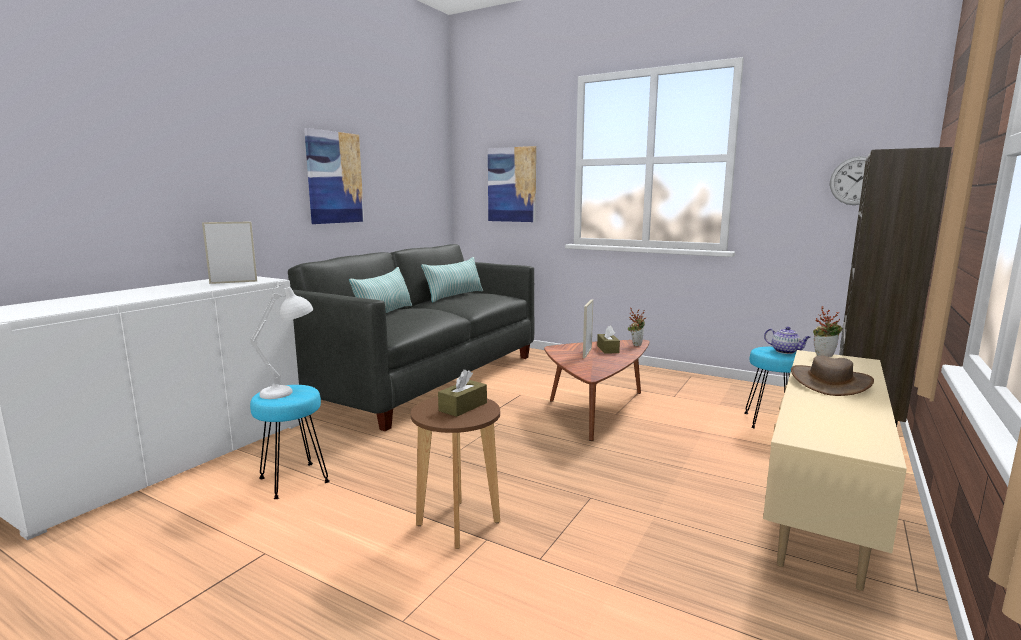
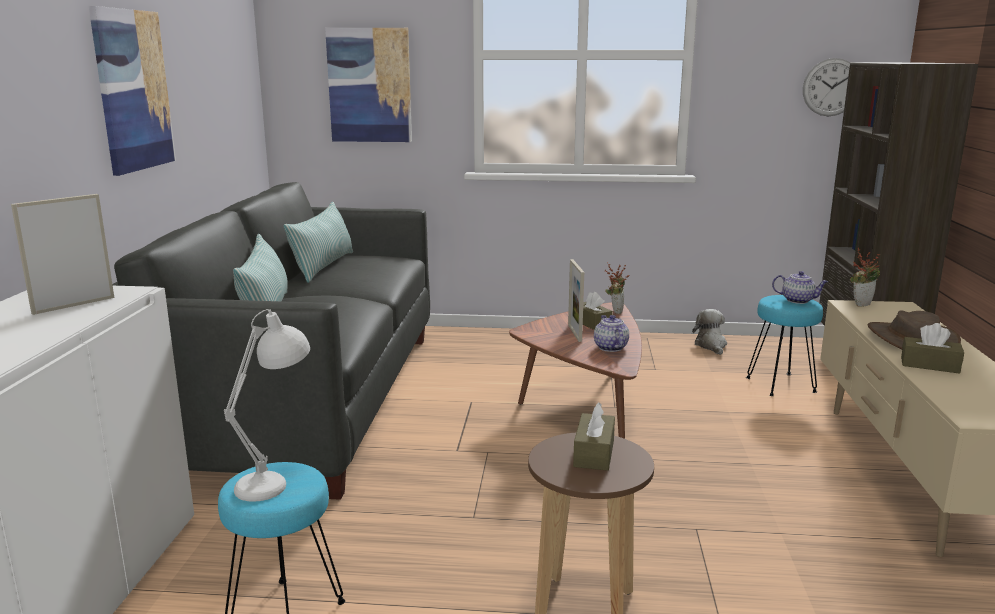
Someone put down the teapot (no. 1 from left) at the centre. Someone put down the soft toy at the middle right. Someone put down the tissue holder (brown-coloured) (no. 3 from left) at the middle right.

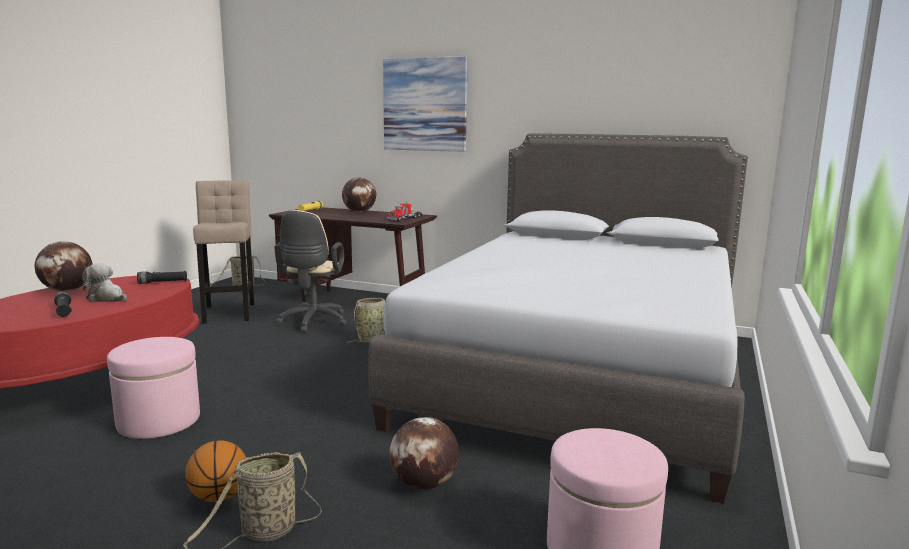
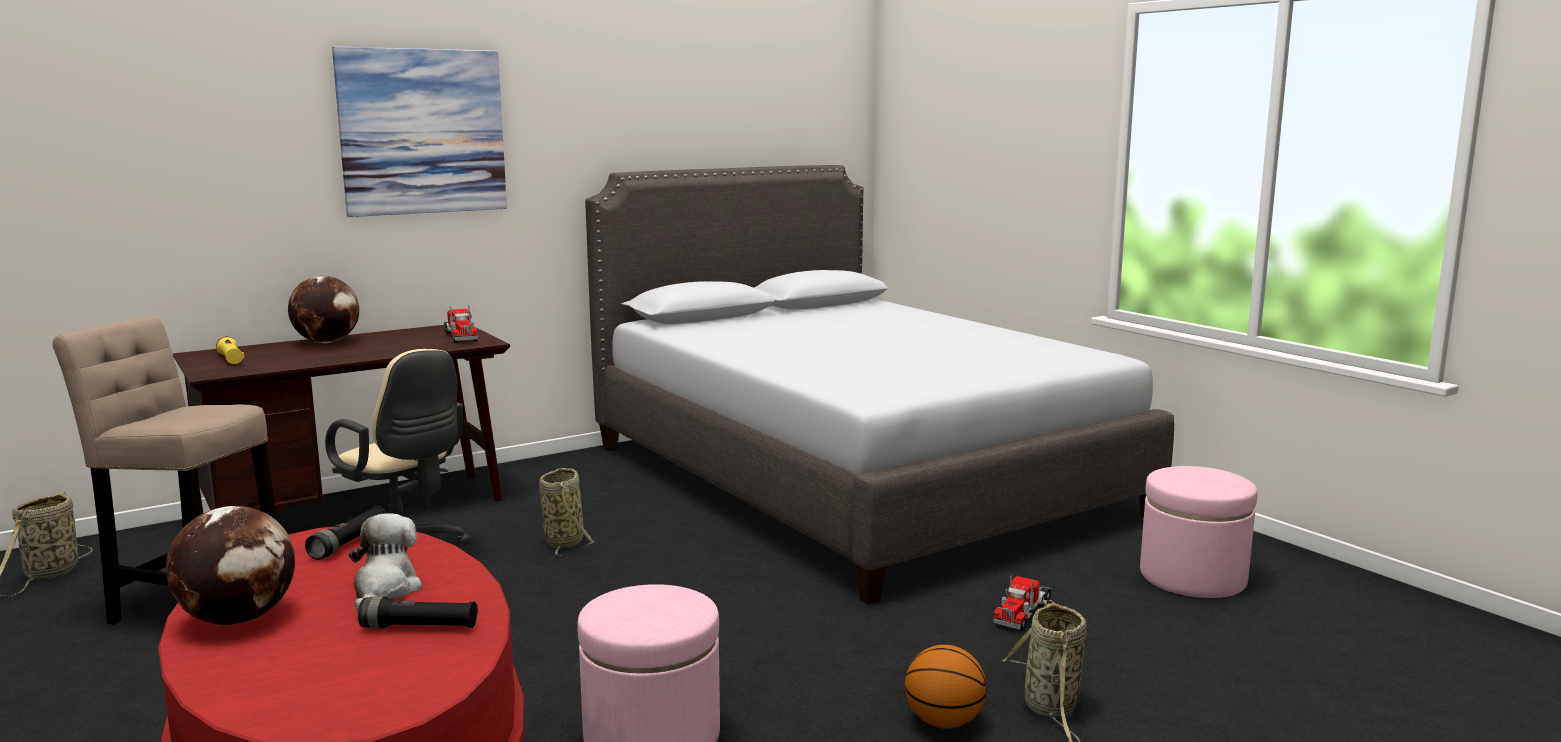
Someone rotated the soft toy at the middle left by 120 degrees clockwise. Someone swapped the desk globe (no. 3 from left) at the bottom centre for the toy truck (no. 2 from left) at the bottom centre.

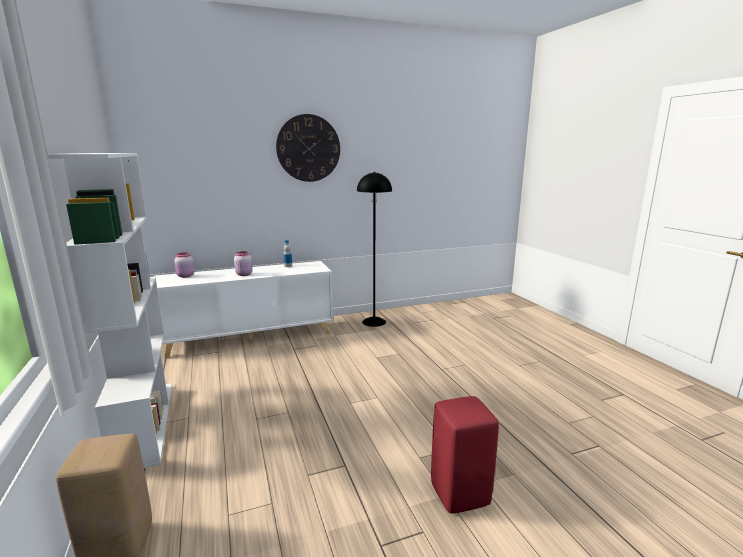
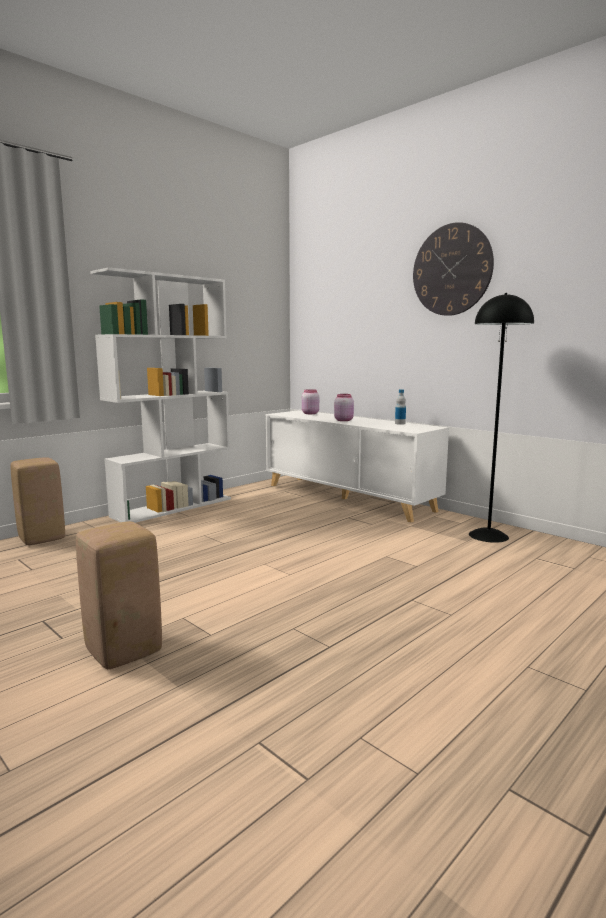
Someone repainted the sitting stool (red) at the bottom centre, which became the sitting stool (beige-coloured) (no. 2 from left) at the middle left.

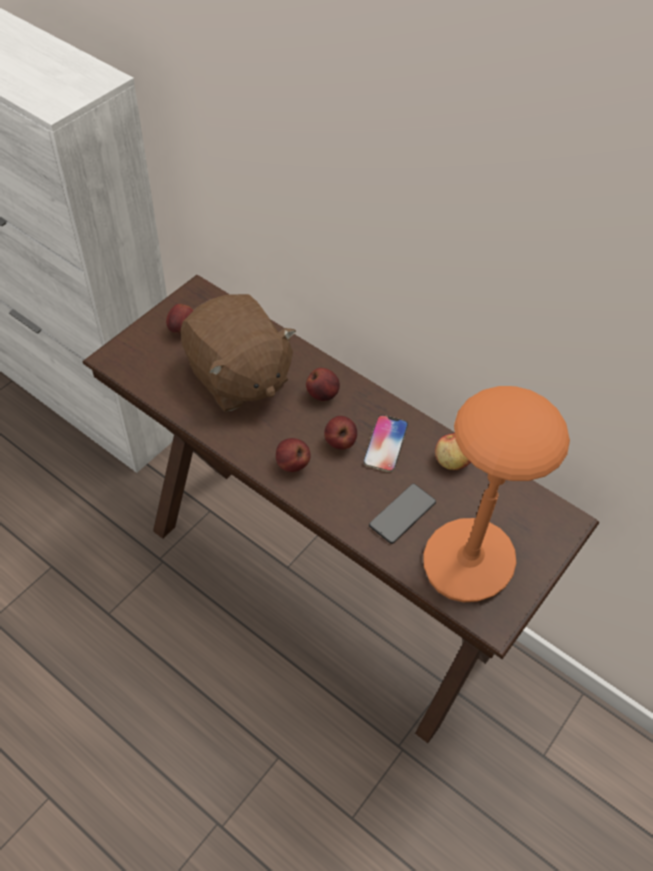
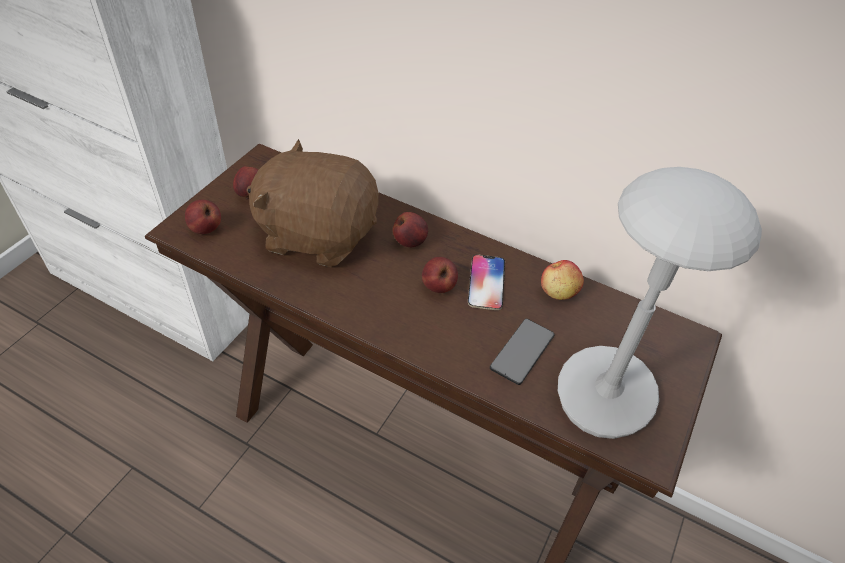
Someone carried the apple fruit (no. 2 from left in the first image) from the centre to the middle left. Someone rotated the soft toy (brown-coloured) at the centre by 150 degrees clockwise. Someone repainted the table lamp (orange) at the middle right, which became the table lamp (grey) at the middle right.

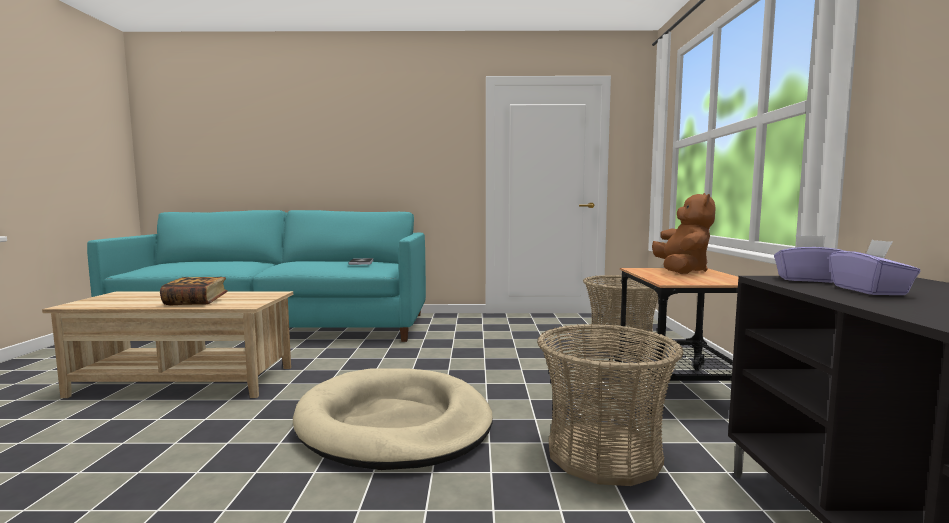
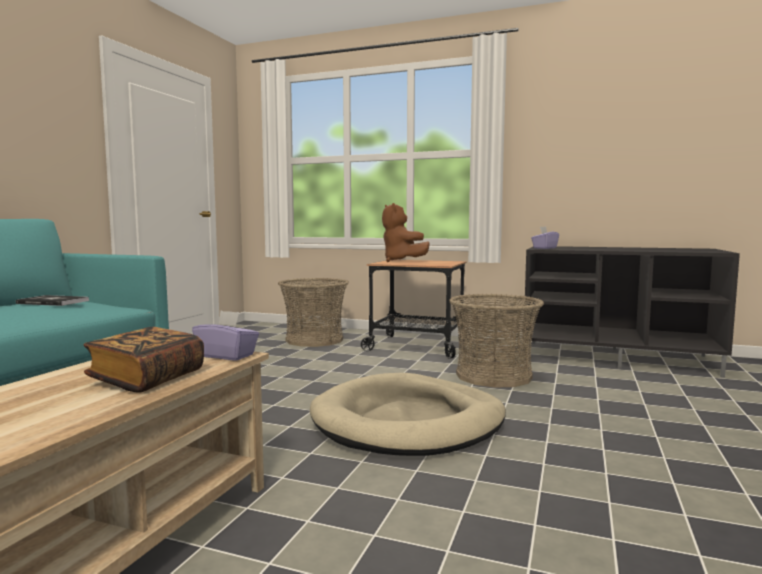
Someone carried the tissue holder (purple-coloured) (no. 2 from left in the first image) from the middle right to the middle left. Someone rotated the soft toy (brown-coloured) at the middle right by 150 degrees counterclockwise.

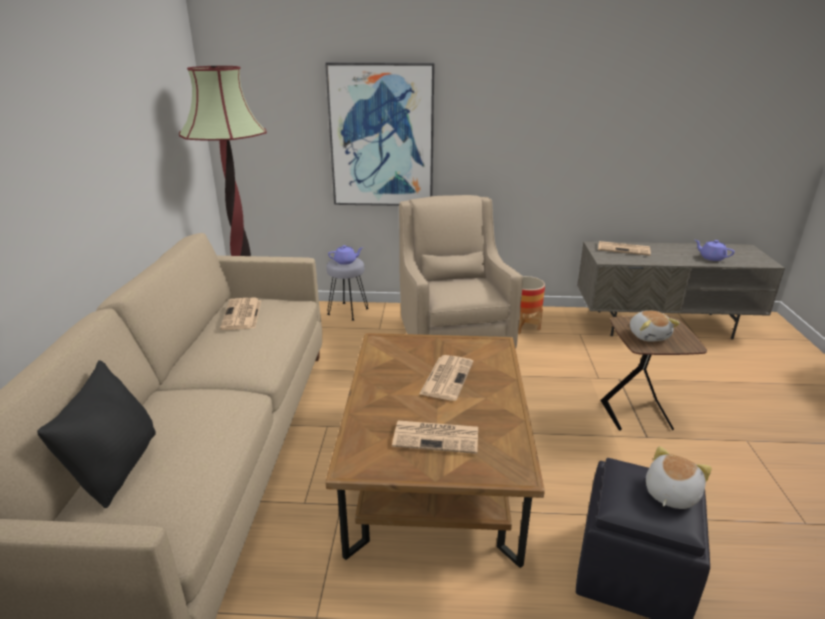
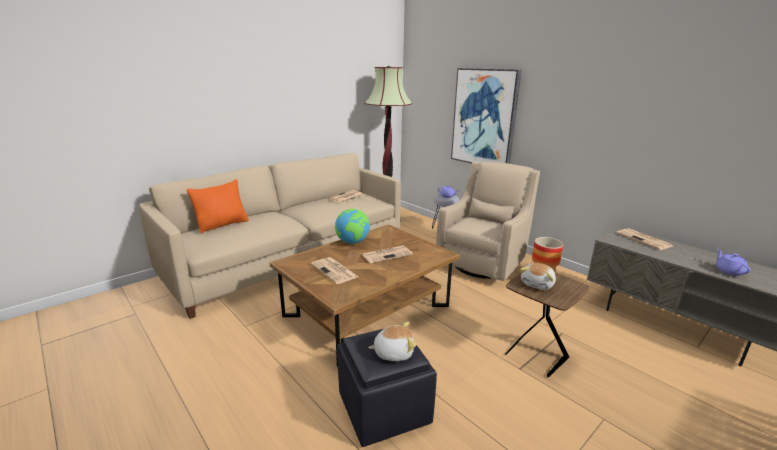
Someone repainted the throw pillow (black) at the bottom left, which became the throw pillow (orange) at the middle left. Someone put down the desk globe at the centre.

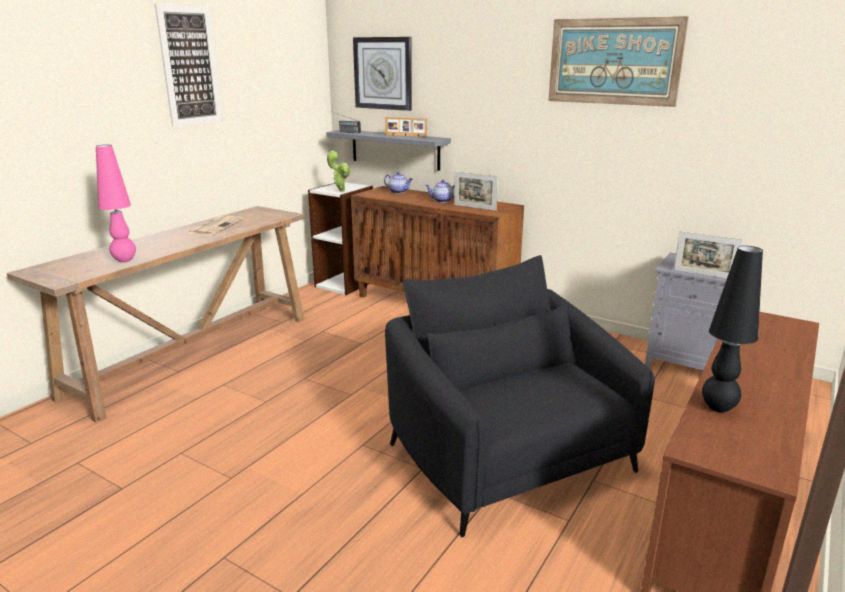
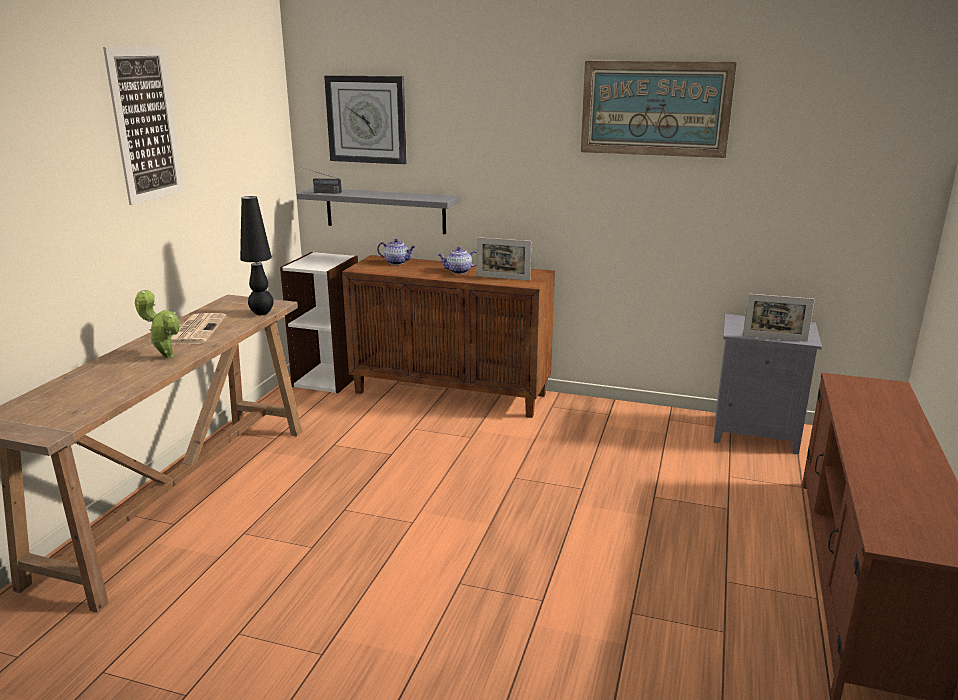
Someone carried the houseplant from the top centre to the middle left. Someone carried the table lamp (black) from the middle right to the middle left. Someone took away the table lamp (pink) at the middle left. Someone took away the picture frame (no. 1 from left) at the top centre. Someone took away the armchair (black) at the bottom centre.

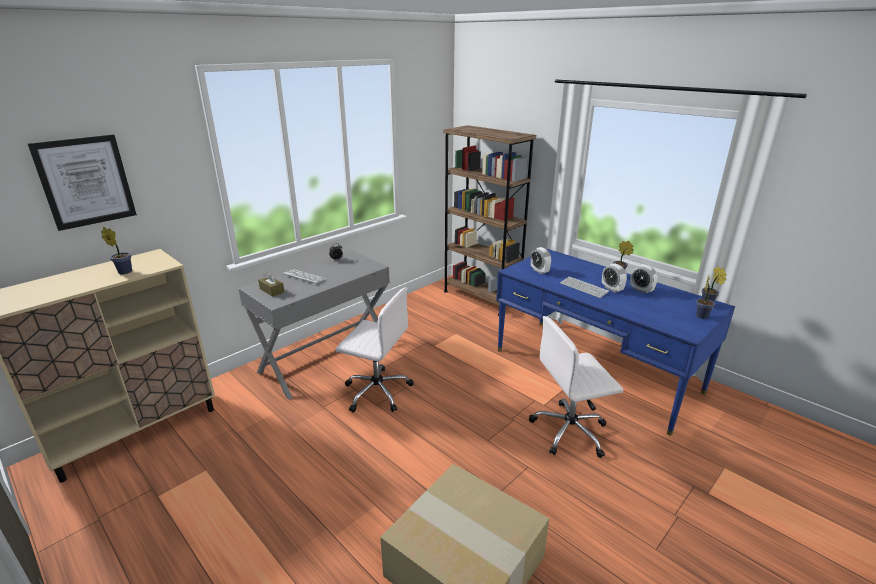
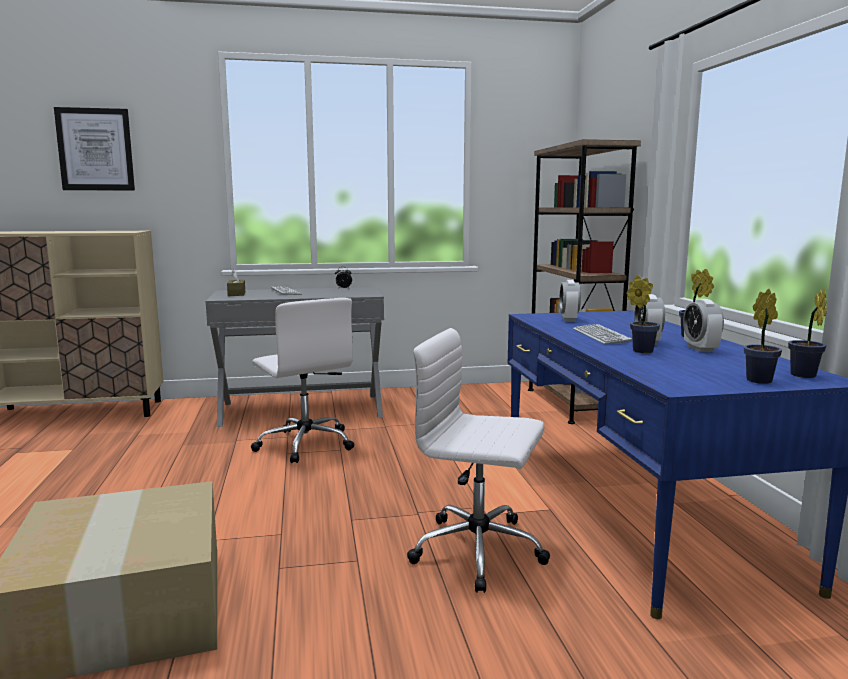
Someone carried the houseplant (no. 1 from left) from the middle left to the middle right.

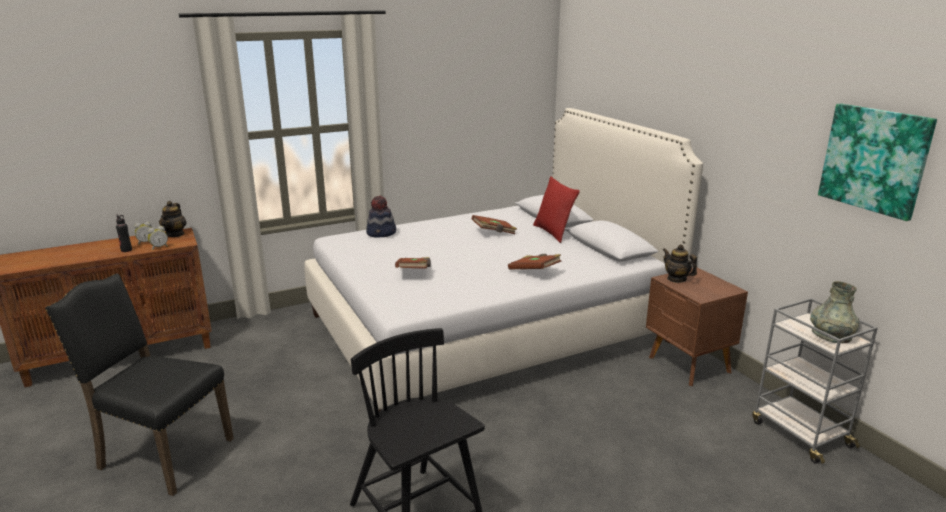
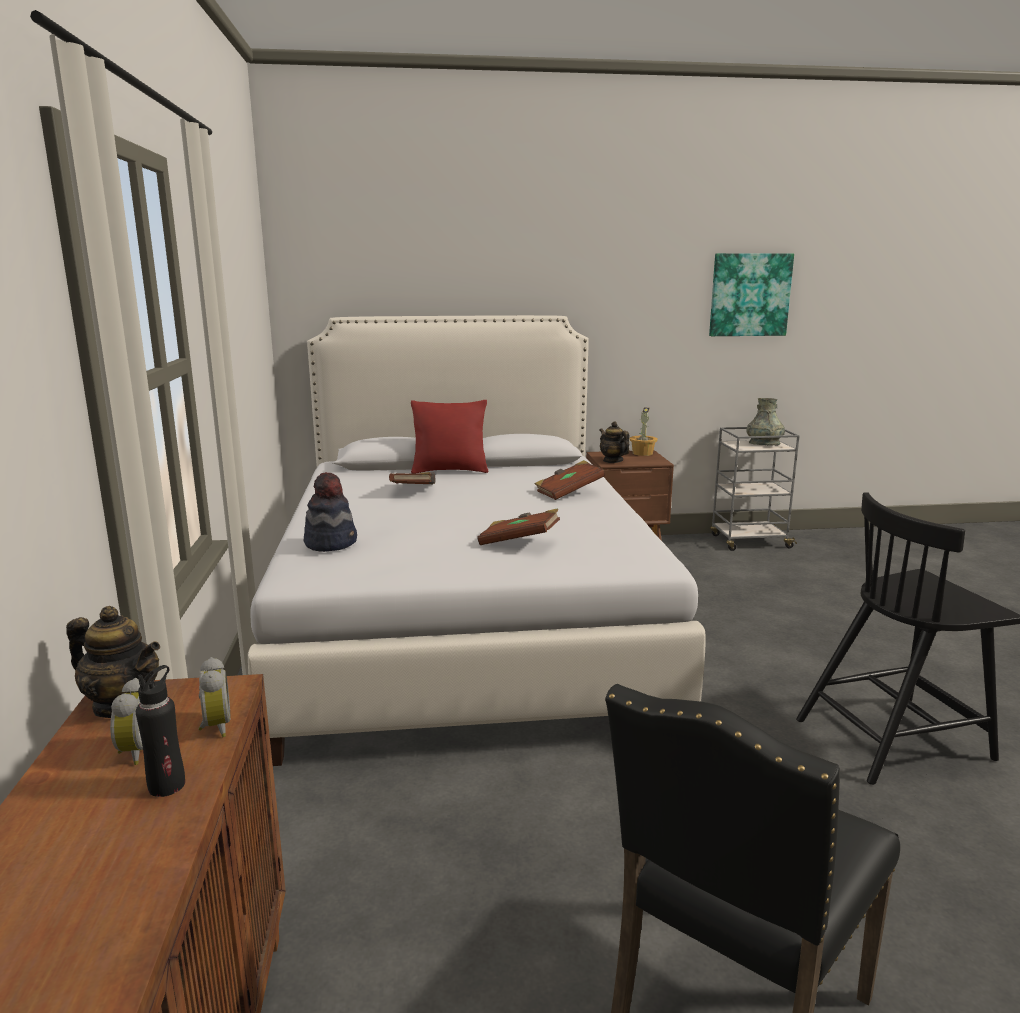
Someone rotated the teapot (no. 2 from left) at the middle right by 75 degrees clockwise. Someone put down the houseplant at the centre.

